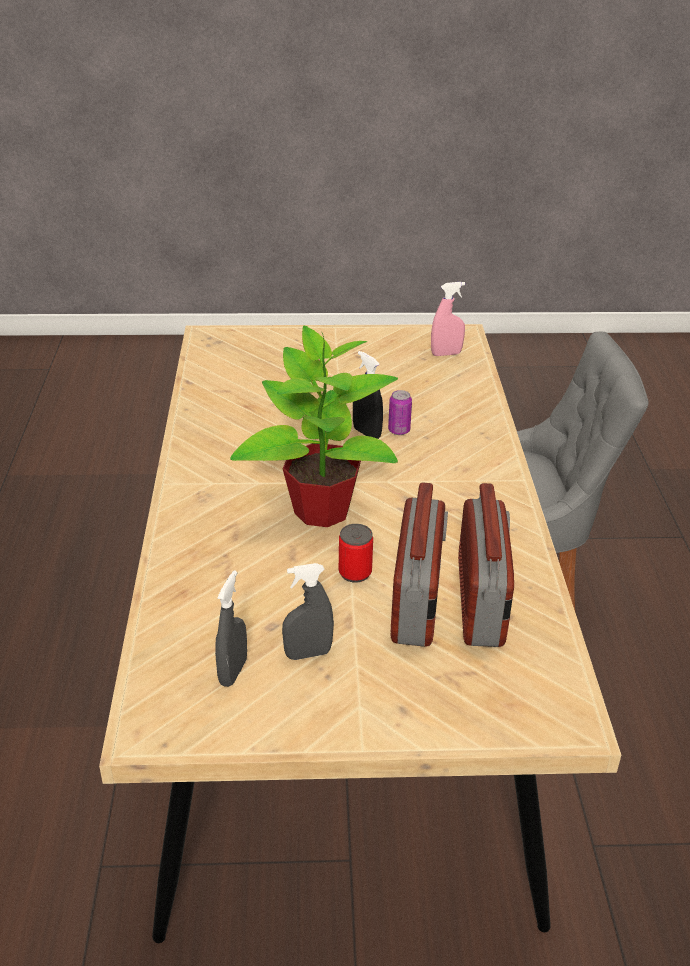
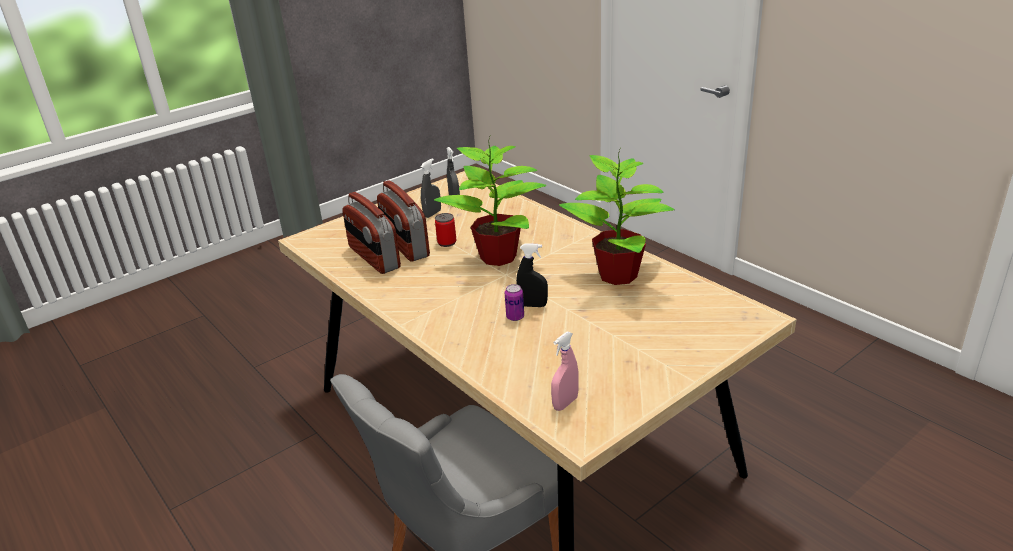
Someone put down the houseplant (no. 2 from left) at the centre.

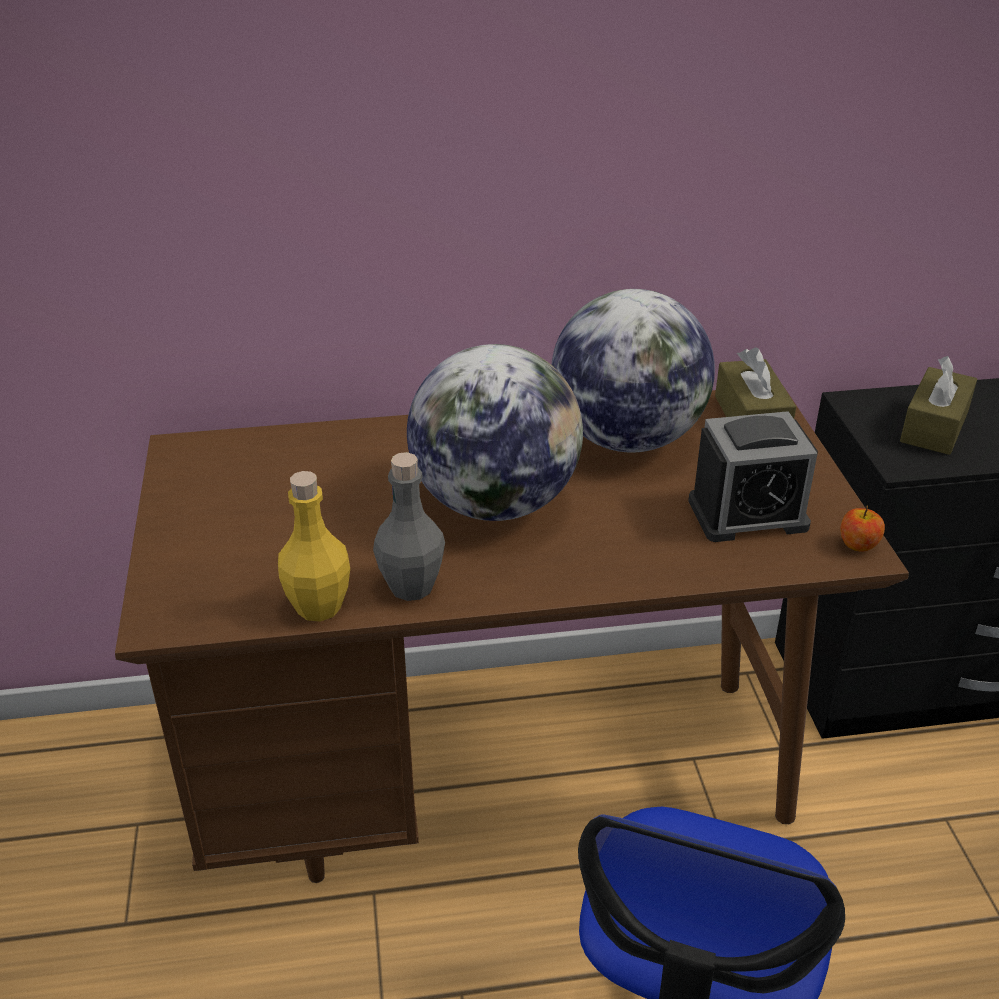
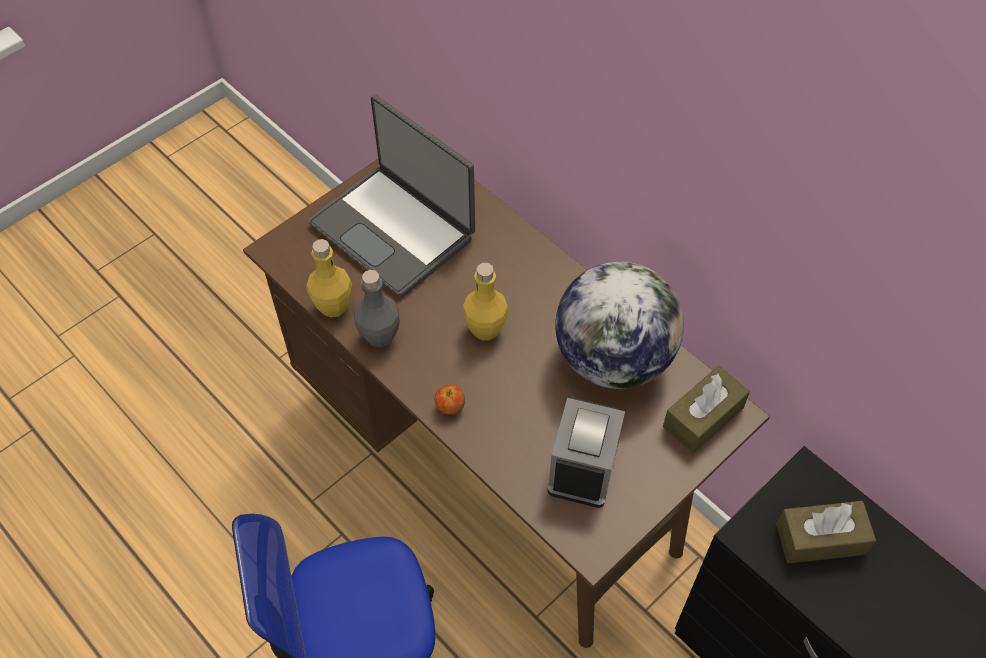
Someone put down the notebook computer at the top centre. Someone carried the apple fruit from the middle right to the centre. Someone swapped the desk globe (no. 1 from left) at the centre for the bottle (yellowish) (no. 2 from left) at the centre. Someone rotated the bedside clock at the middle right by 120 degrees counterclockwise.

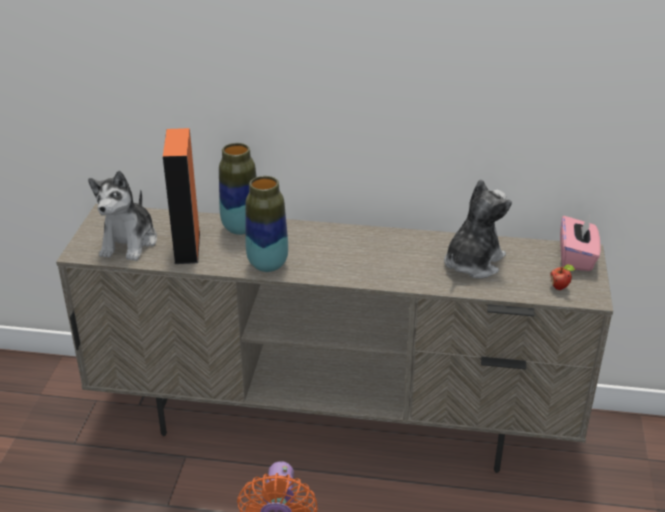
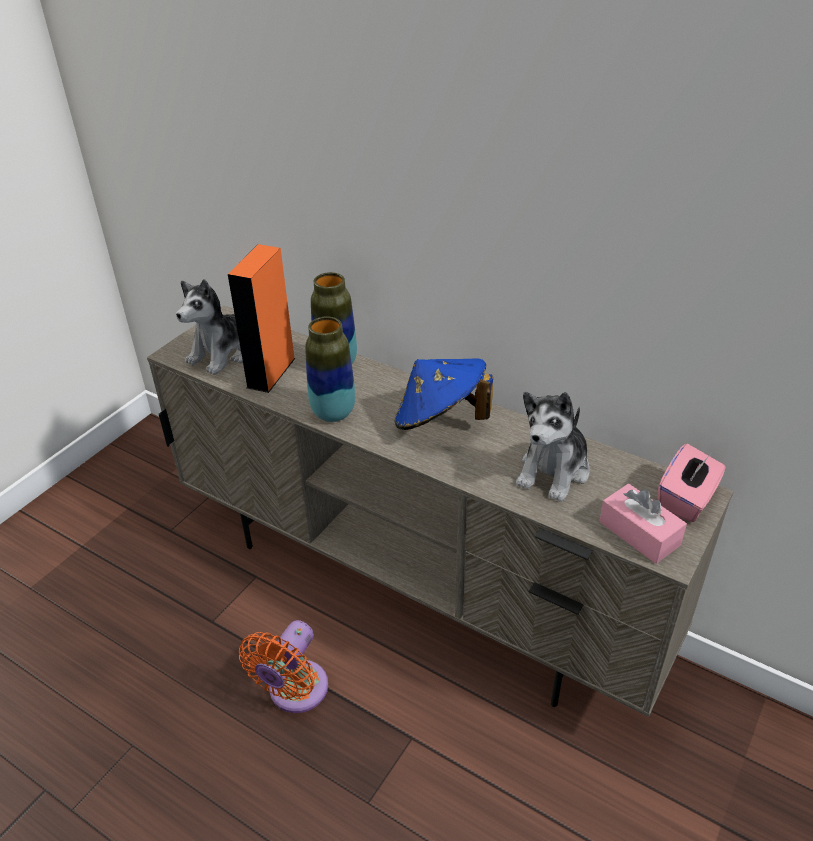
Someone put down the hat (blue) at the centre. Someone rotated the soft toy (no. 2 from left) at the middle right by 150 degrees clockwise. Someone swapped the apple fruit at the middle right for the tissue holder (pink) (no. 1 from left) at the middle right.

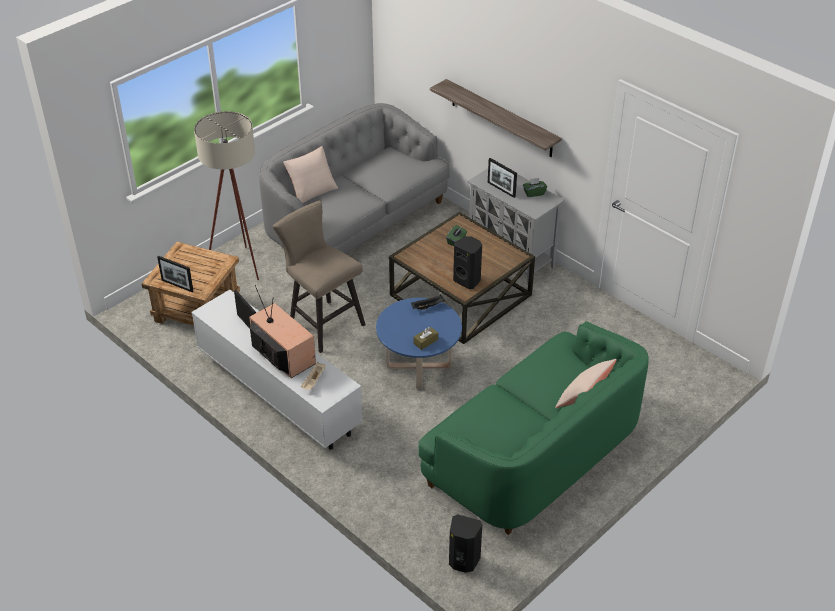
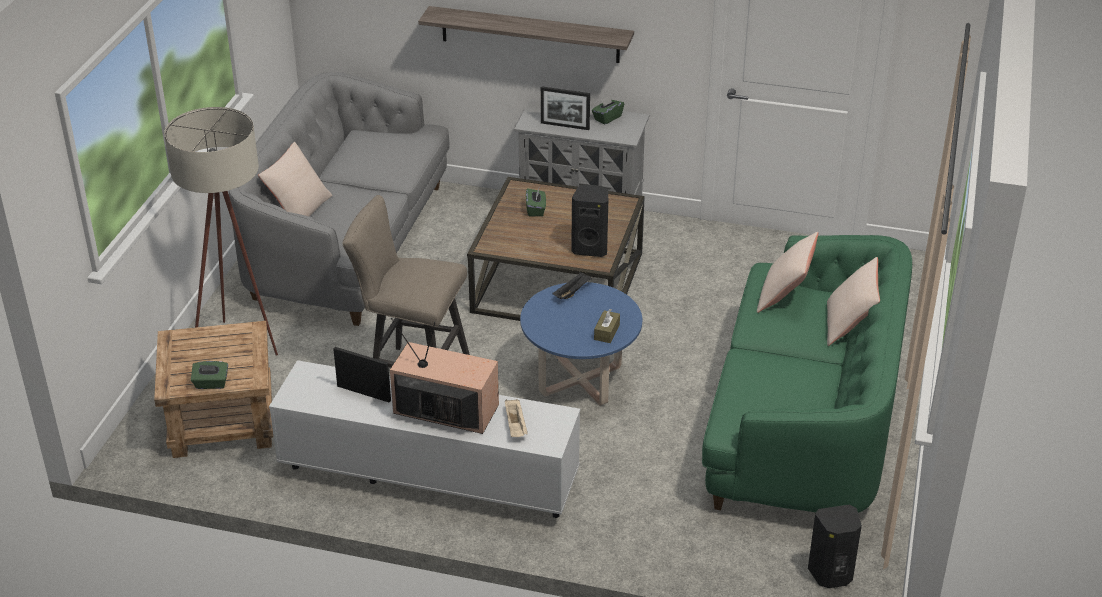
Someone swapped the picture frame (no. 1 from left) at the middle left for the tissue holder (green) (no. 1 from left) at the middle left. Someone put down the throw pillow (beige-coloured) (no. 2 from left) at the middle right.

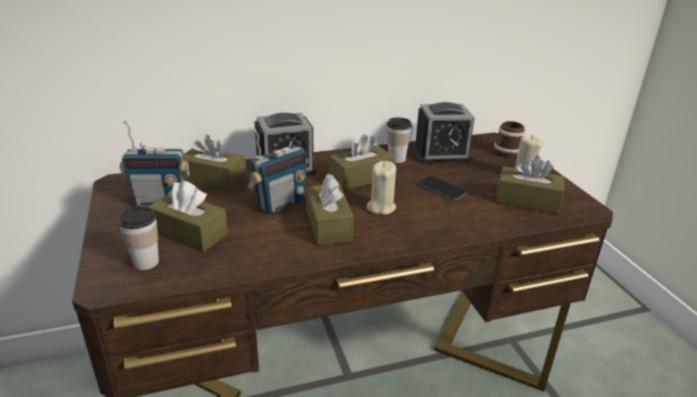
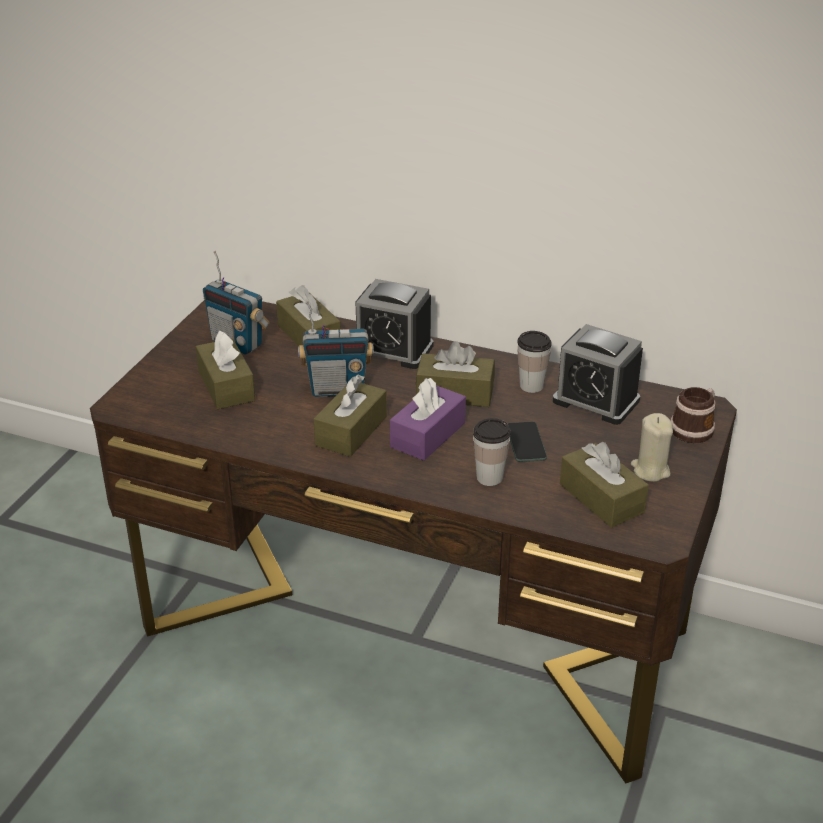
Someone swapped the wax candle (beige-coloured) (no. 1 from left) at the centre for the tissue holder (purple-coloured) at the centre. Someone carried the small cup (no. 1 from left) from the middle left to the centre.

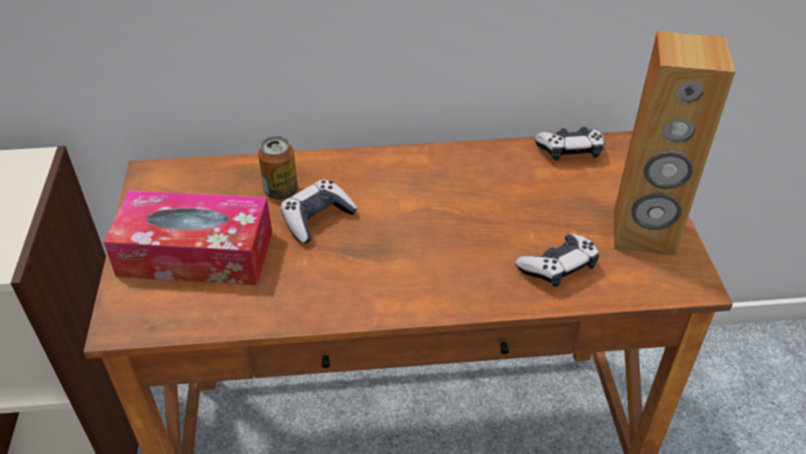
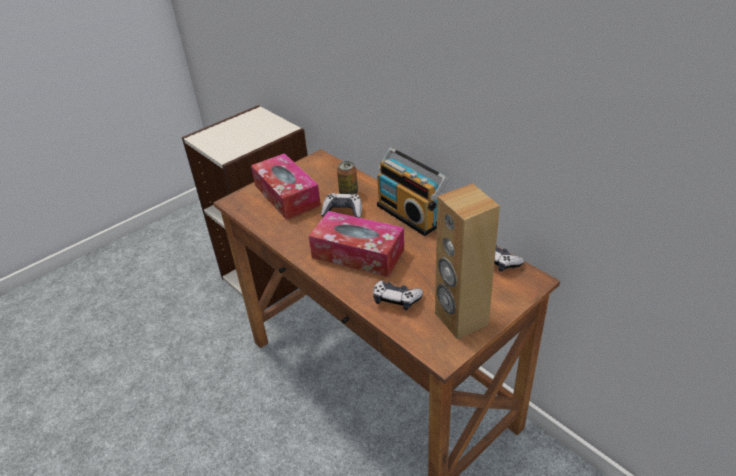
Someone put down the tissue holder (no. 2 from left) at the centre. Someone put down the radio set at the centre.

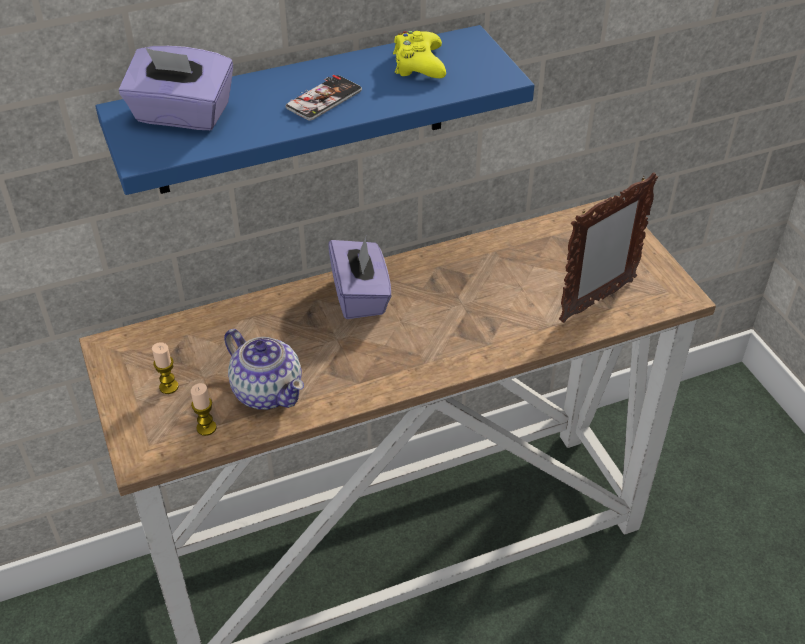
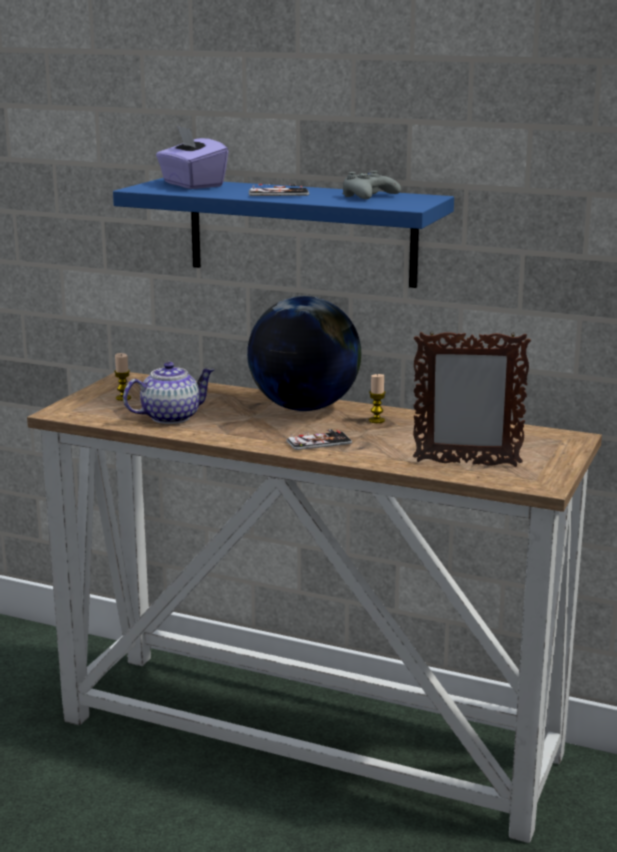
Someone rotated the teapot at the middle left by 120 degrees counterclockwise. Someone swapped the tissue holder (purple-coloured) (no. 2 from left) at the centre for the desk globe at the centre. Someone put down the handset (no. 2 from left) at the centre. Someone repainted the gamepad (yellowish) at the top centre, which became the gamepad (grey) at the top centre. Someone carried the wax candle (no. 2 from left) from the middle left to the centre.

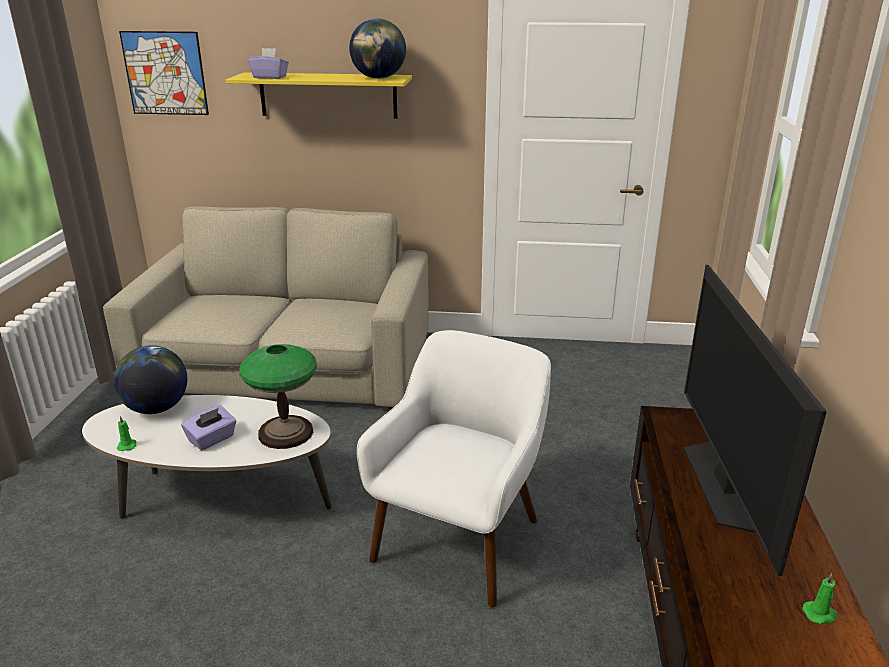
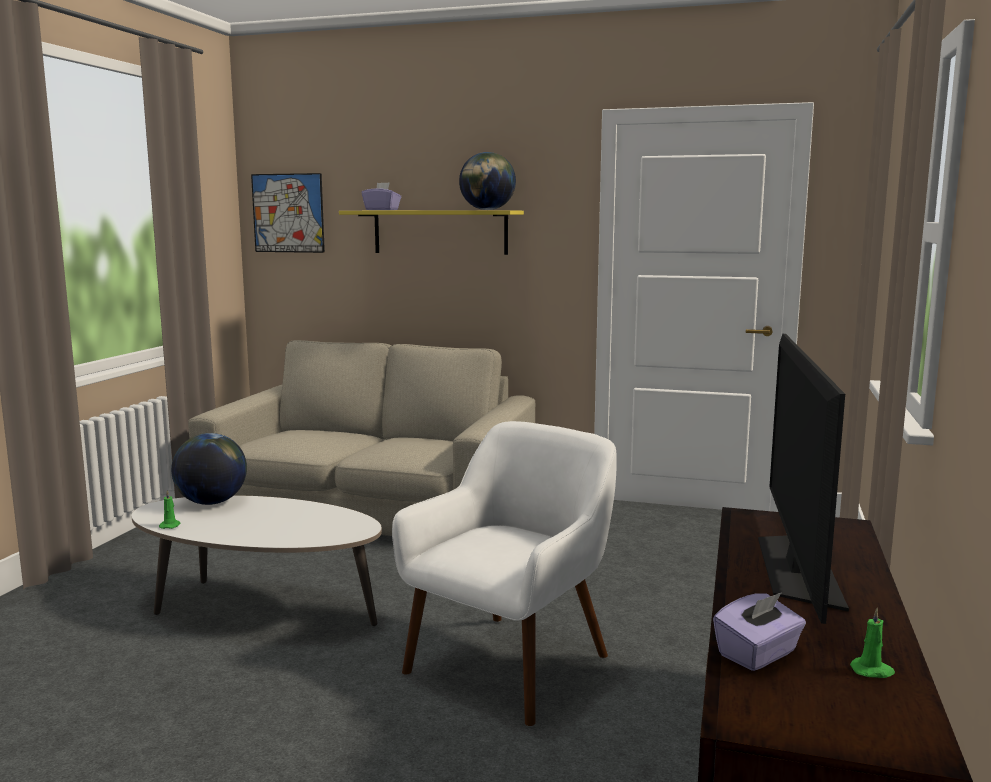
Someone carried the tissue holder (purple-coloured) (no. 1 from left in the first image) from the middle left to the bottom right. Someone took away the table lamp at the middle left.

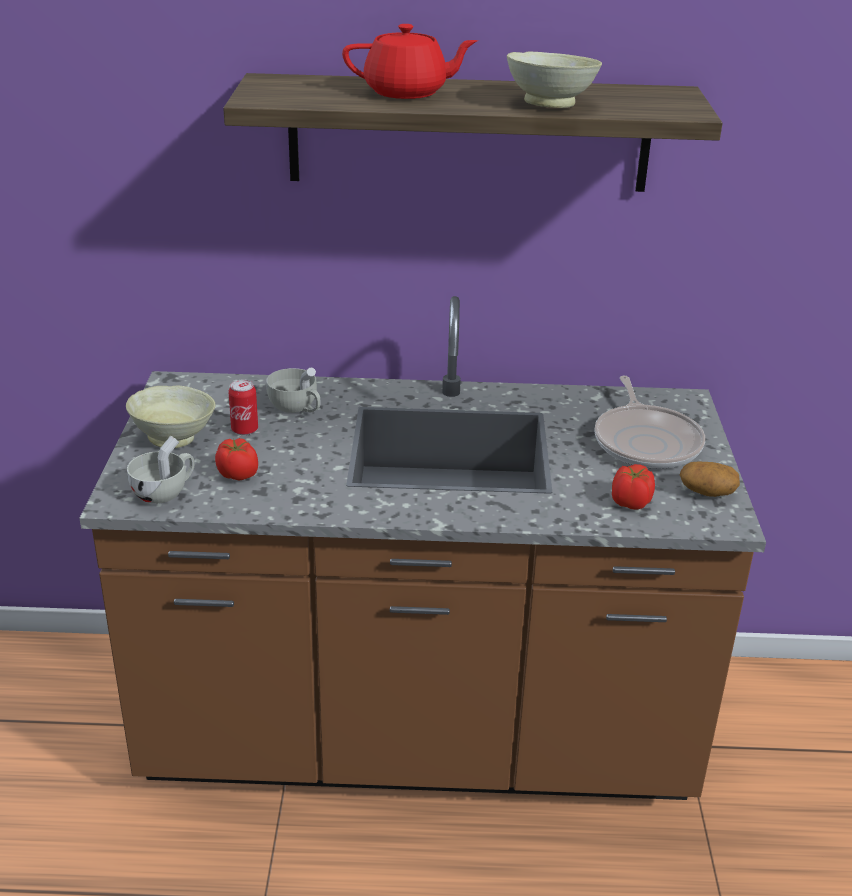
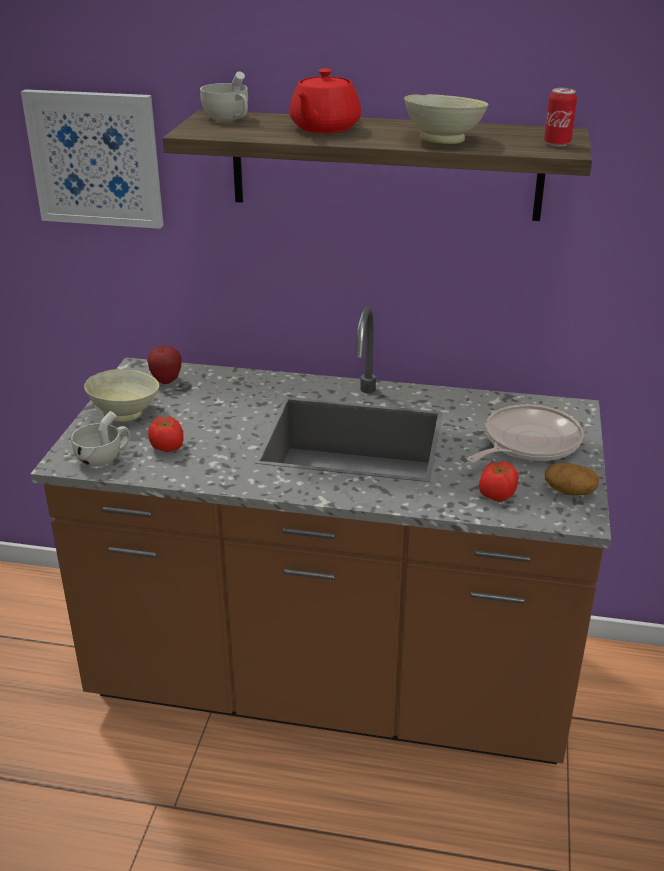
Someone put up the wall art at the top left. Someone put down the apple fruit at the middle left. Someone carried the small cup (white) (no. 2 from left) from the centre to the top centre. Someone rotated the teapot (red) at the top centre by 105 degrees clockwise. Someone rotated the skillet at the middle right by 135 degrees counterclockwise. Someone carried the metal can from the middle left to the top right.

